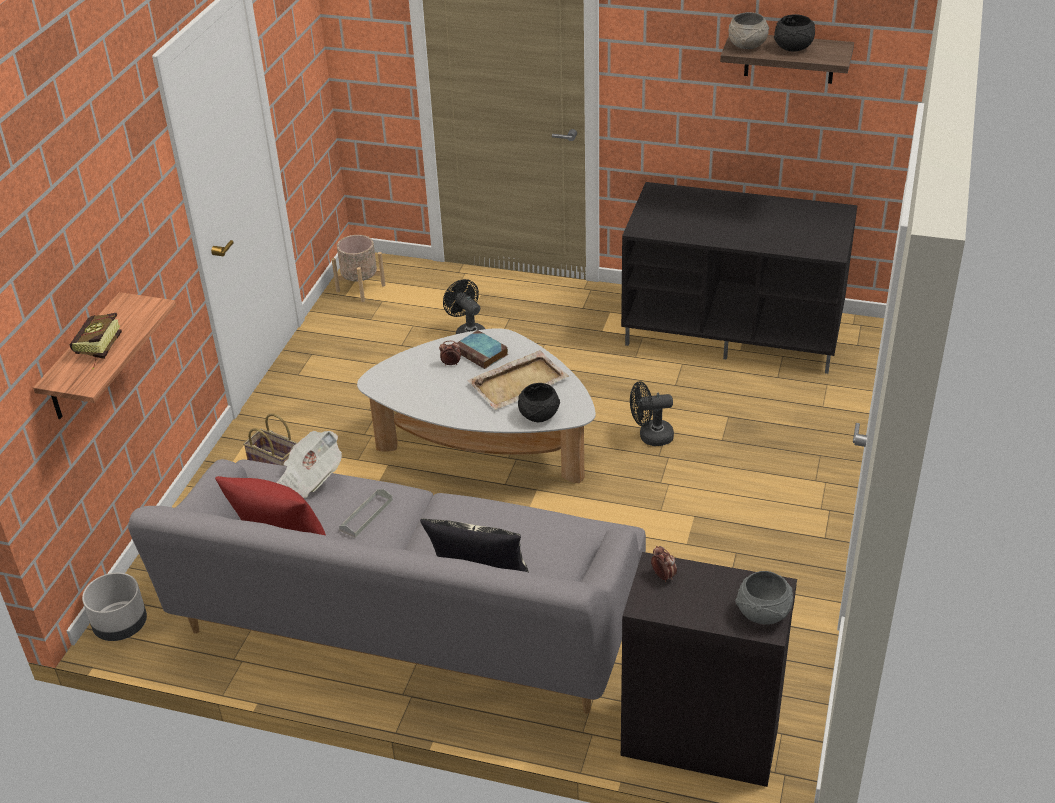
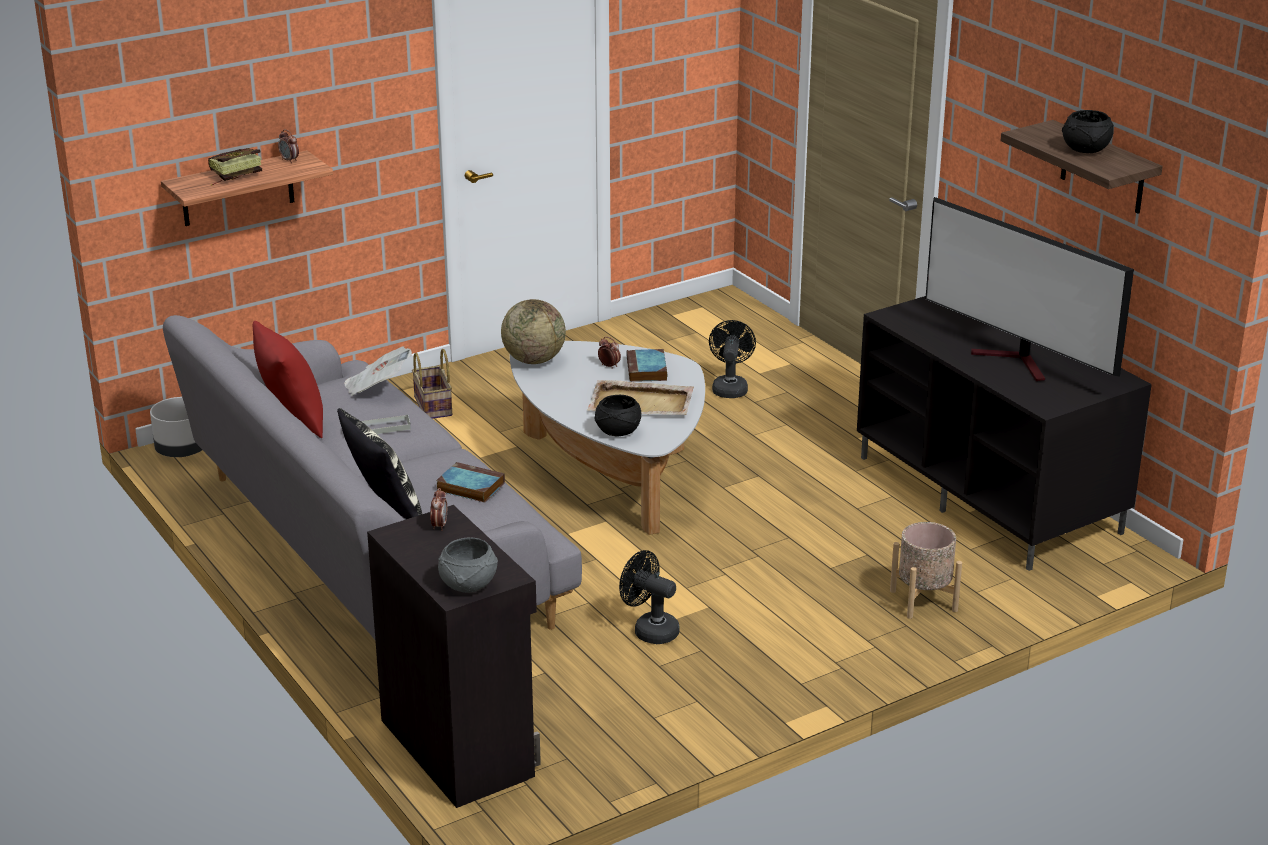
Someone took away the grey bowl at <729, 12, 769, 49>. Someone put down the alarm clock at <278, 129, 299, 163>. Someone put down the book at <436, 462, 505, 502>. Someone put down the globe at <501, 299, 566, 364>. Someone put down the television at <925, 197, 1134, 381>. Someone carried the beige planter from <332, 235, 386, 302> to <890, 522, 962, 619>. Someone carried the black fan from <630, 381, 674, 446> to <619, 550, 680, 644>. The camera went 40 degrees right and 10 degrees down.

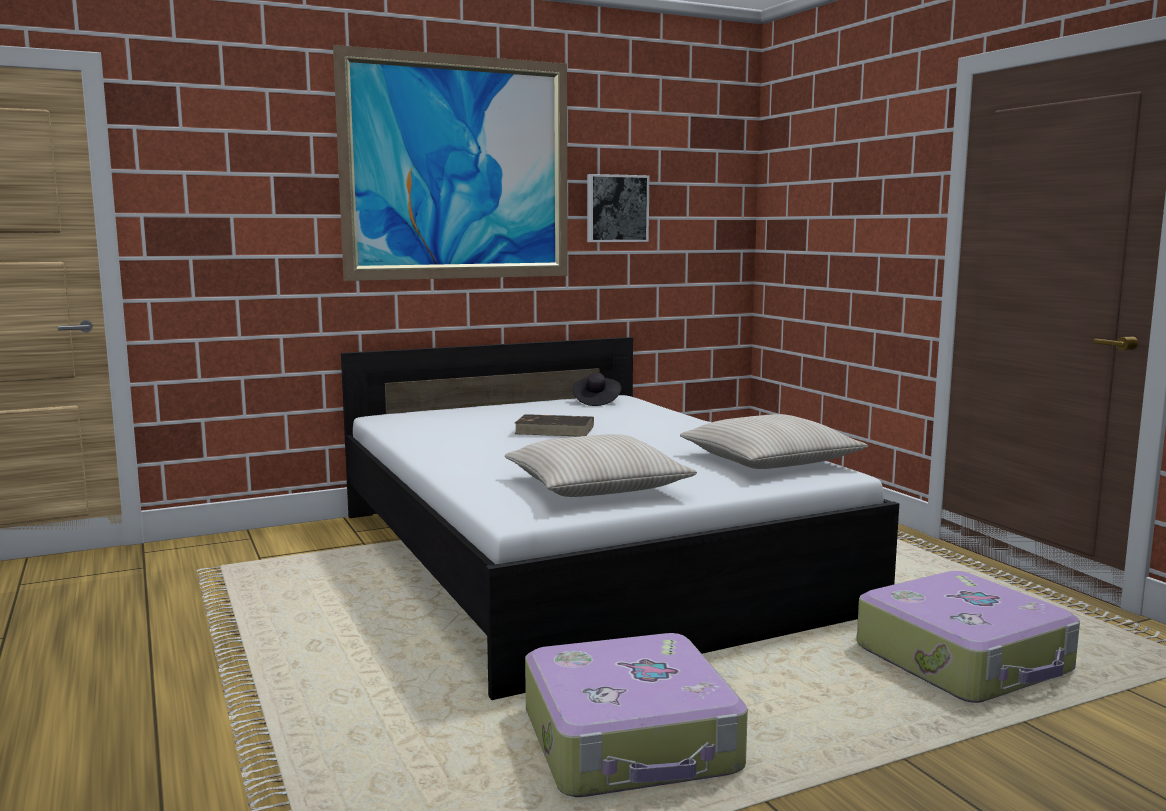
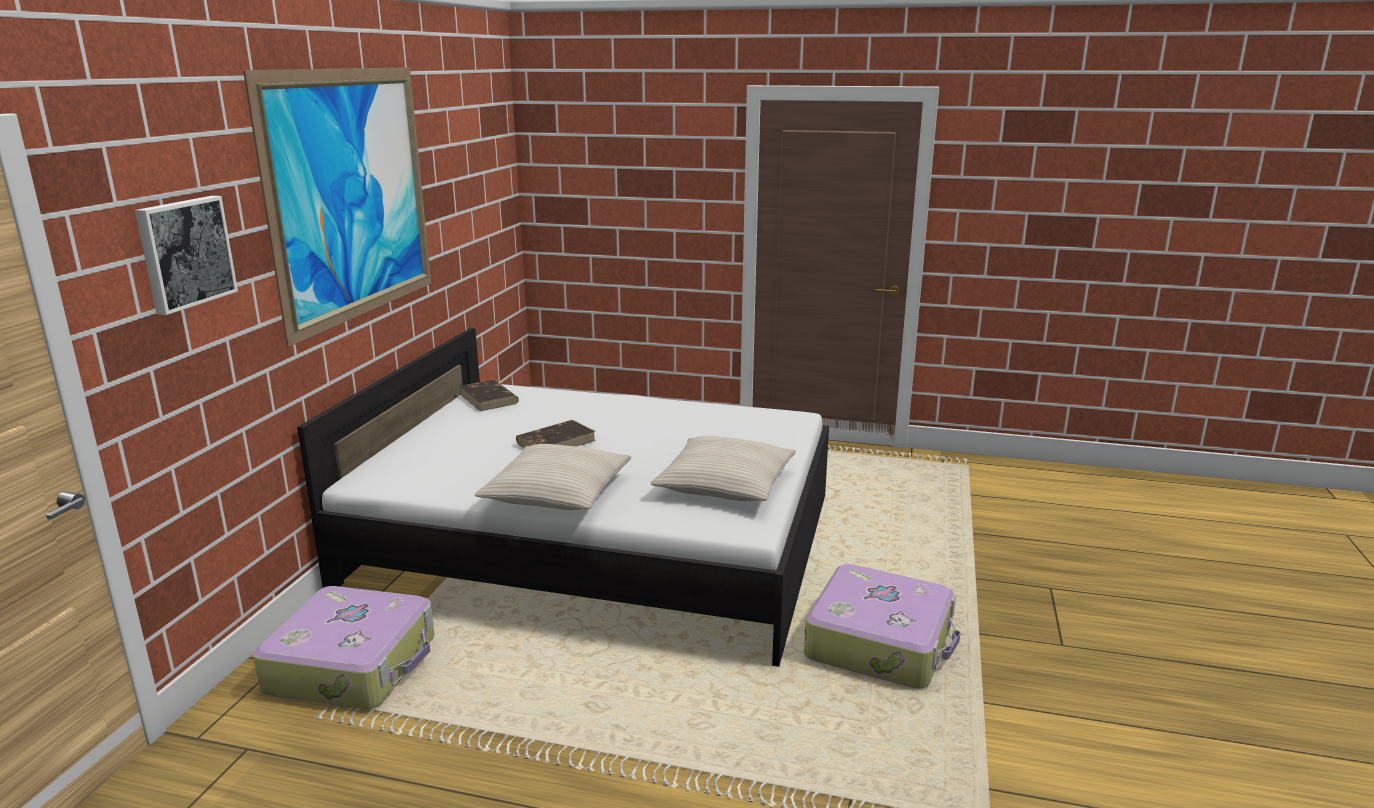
Someone carried the picture from <587, 174, 649, 242> to <135, 196, 238, 315>. Someone carried the beige pillow from <680, 414, 868, 469> to <475, 444, 631, 510>. Someone carried the suitcase from <857, 571, 1080, 703> to <253, 586, 434, 709>. Someone swapped the black hat at <572, 373, 621, 406> for the brown book at <460, 380, 519, 411>. The camera went 50 degrees left and 10 degrees up.

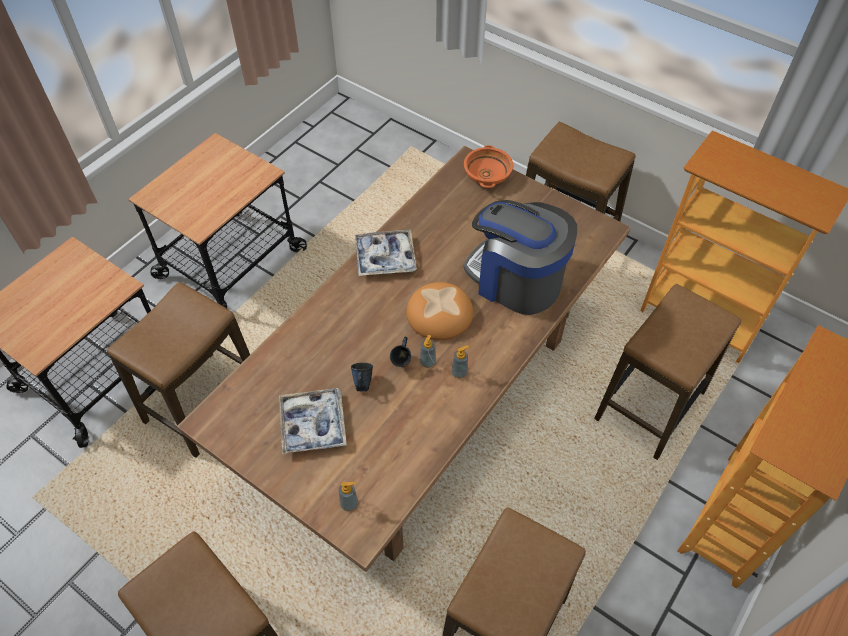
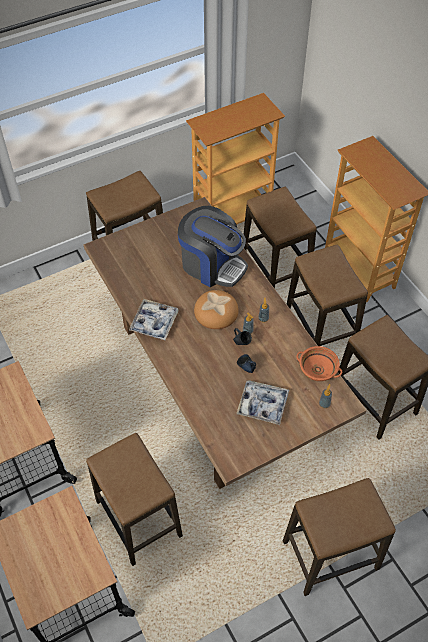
Someone put down the stool at <287, 244, 368, 346>. Someone carried the orange bowl from <464, 145, 513, 188> to <296, 346, 342, 381>. Someone rotated the coffee machine at <464, 200, 577, 315> by 120 degrees counterclockwise. The camera went 65 degrees left and 0 degrees up.

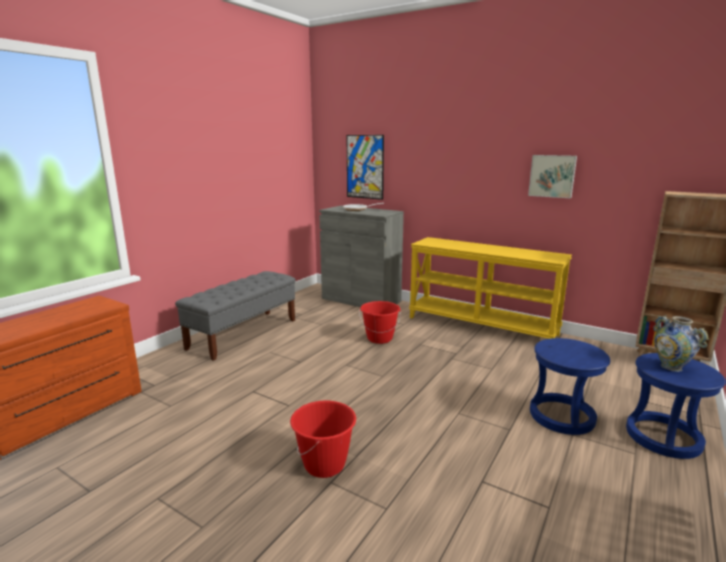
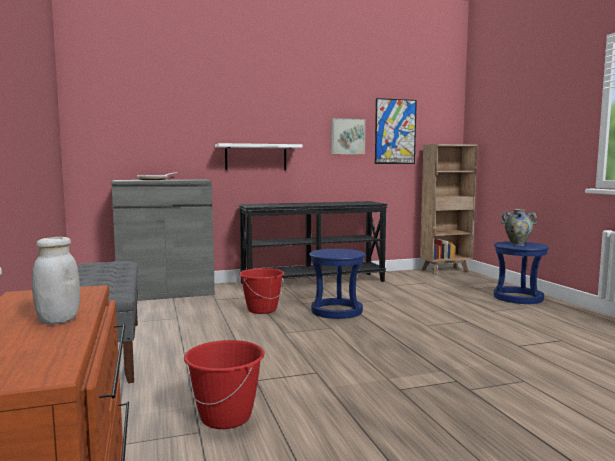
Someone put down the white jar at <32, 237, 80, 324>. Someone put up the white shelf at <215, 143, 302, 170>. Someone carried the red bucket from <290, 400, 356, 478> to <184, 340, 265, 429>. Someone carried the picture from <347, 135, 384, 200> to <375, 98, 417, 164>. Someone carried the blue stool from <530, 338, 610, 435> to <309, 249, 366, 319>. Someone repainted the yellow console table at <409, 237, 572, 339>, which became the black console table at <239, 201, 388, 284>. The camera went 50 degrees left and 10 degrees down.

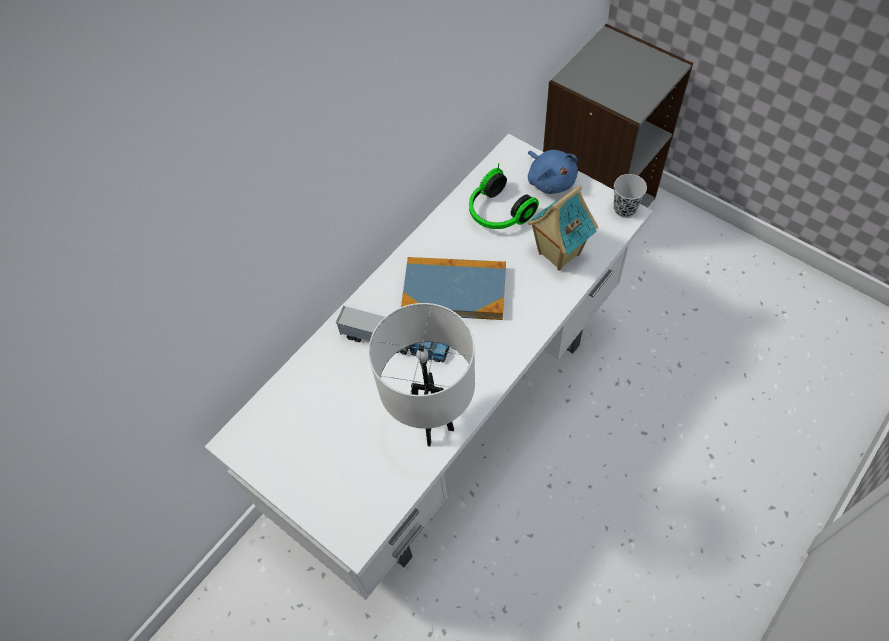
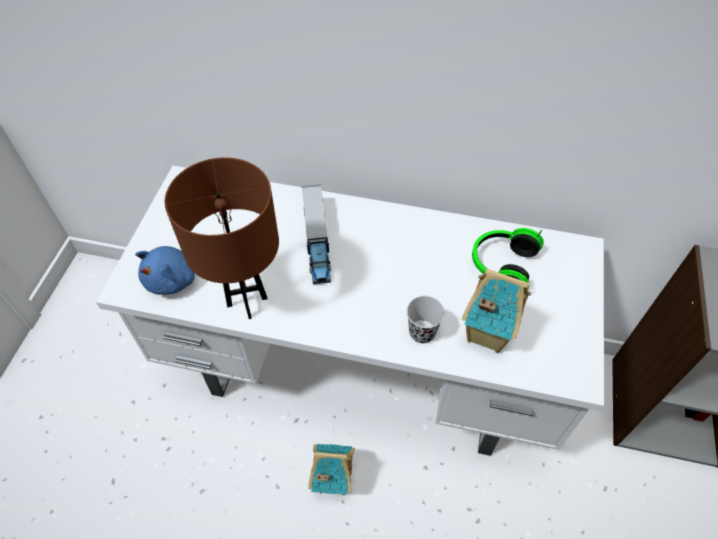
Someone took away the book at <401, 257, 506, 320>. Someone put down the toy house at <308, 444, 355, 495>. Someone carried the blue plush toy from <528, 150, 578, 194> to <135, 246, 195, 295>. Someone carried the black cup from <614, 174, 647, 218> to <407, 296, 445, 343>. Someone repainted the white table lamp at <368, 303, 475, 446>, which became the brown table lamp at <165, 157, 279, 319>. The camera went 60 degrees right and 5 degrees down.

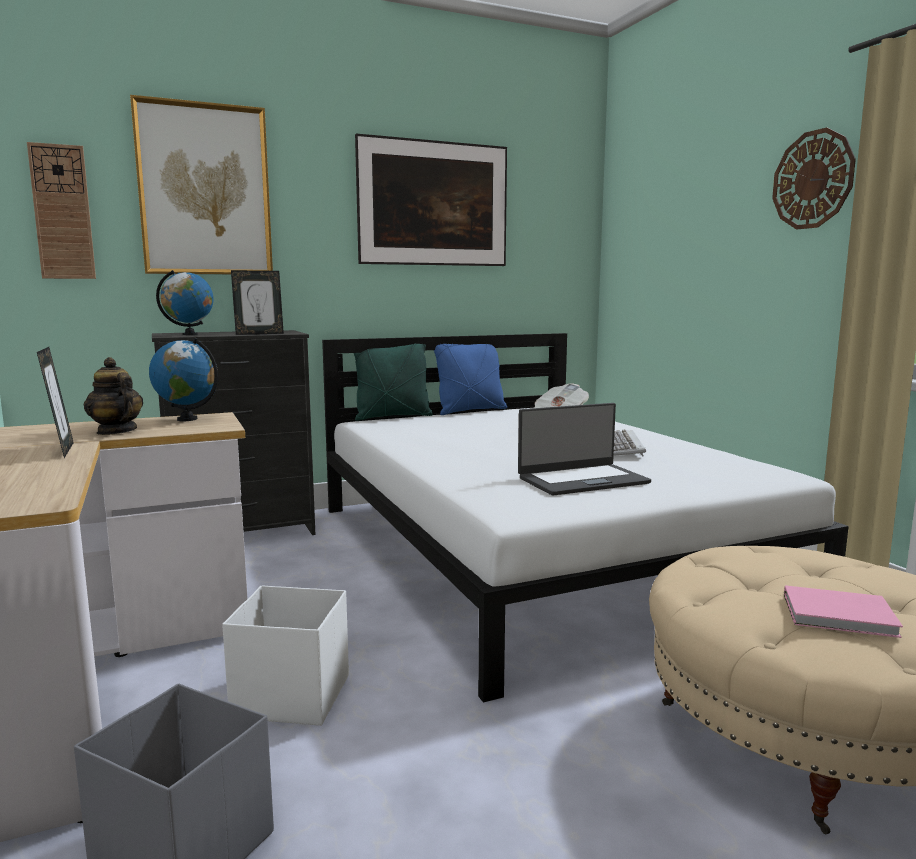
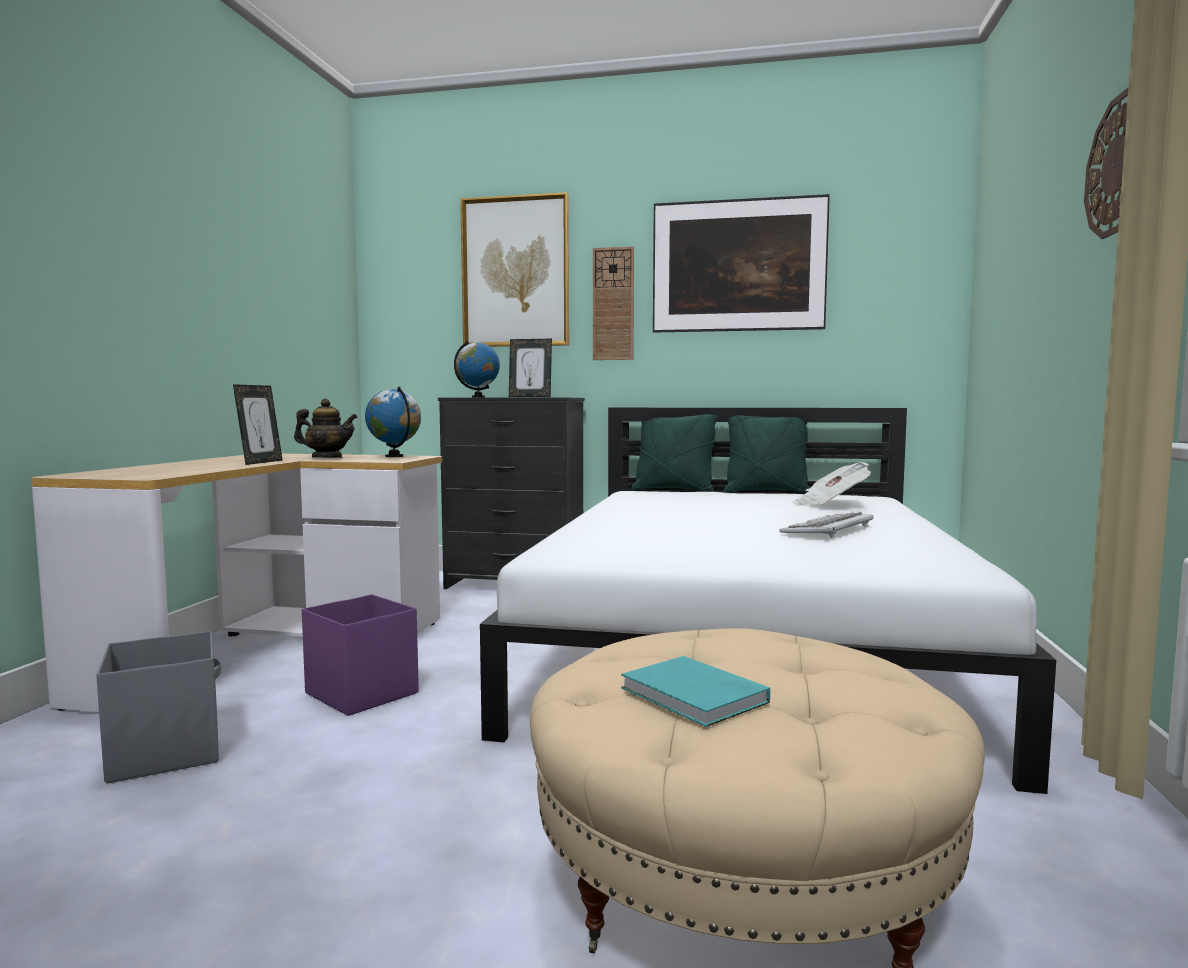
Someone took away the laptop at <518, 403, 651, 496>. Someone carried the wall clock from <27, 142, 96, 279> to <593, 246, 634, 360>. Someone repainted the white storage box at <222, 585, 349, 726>, which became the purple storage box at <302, 594, 419, 716>. Someone repainted the blue pillow at <434, 343, 507, 415>, which became the green pillow at <724, 415, 810, 493>. Someone repainted the pink book at <784, 585, 903, 638>, which became the turquoise book at <621, 656, 770, 727>. Someone rotated the teapot at <84, 357, 143, 435> by 105 degrees clockwise. The camera went 35 degrees right and 5 degrees down.

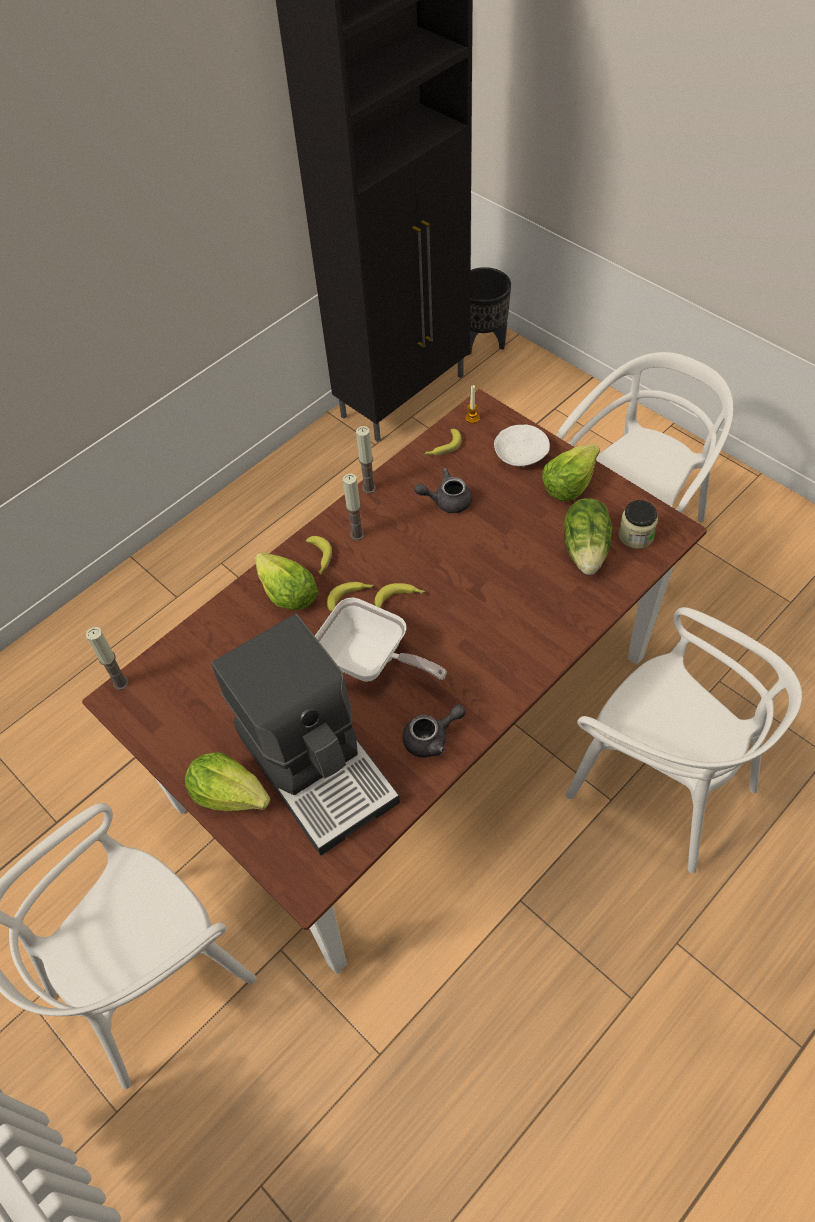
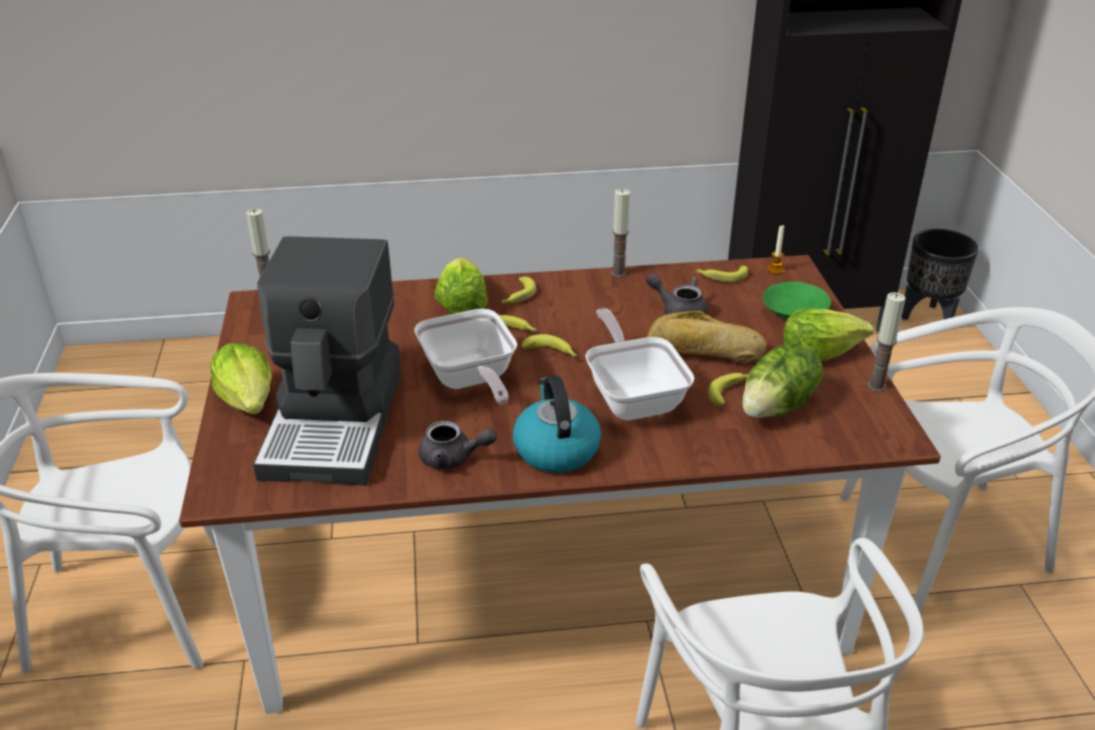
Someone took away the jar at <619, 500, 658, 549>. Someone put down the kettle at <513, 375, 601, 473>. Someone put down the frying pan at <585, 308, 695, 420>. Someone put down the bread at <647, 311, 767, 364>. Someone put down the banana at <708, 373, 749, 406>. Someone carried the candle from <343, 473, 364, 540> to <867, 292, 905, 392>. Someone repainted the white bowl at <494, 424, 550, 467>, which became the green bowl at <763, 282, 831, 320>. The camera went 35 degrees right and 20 degrees down.

